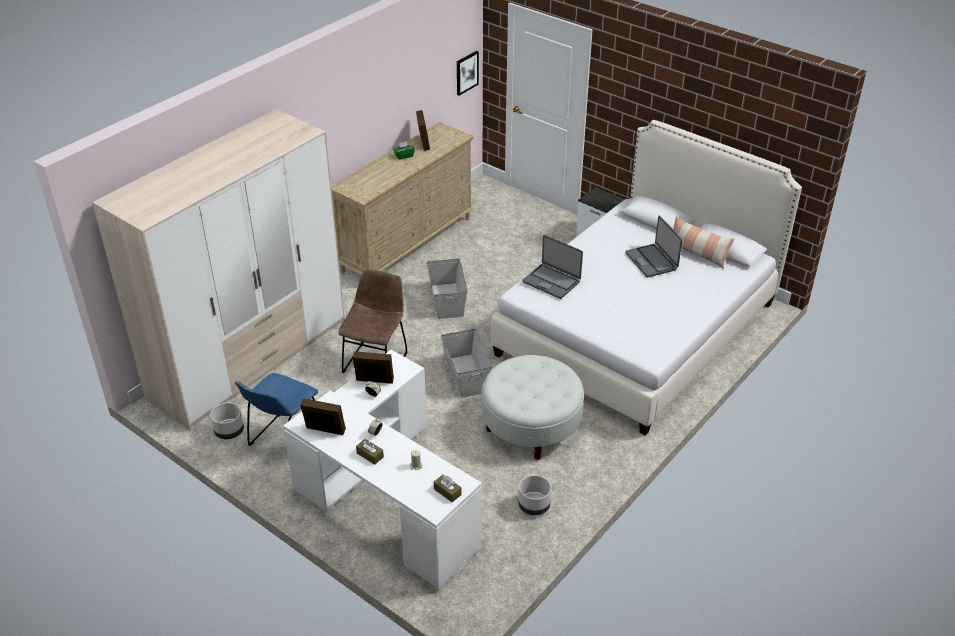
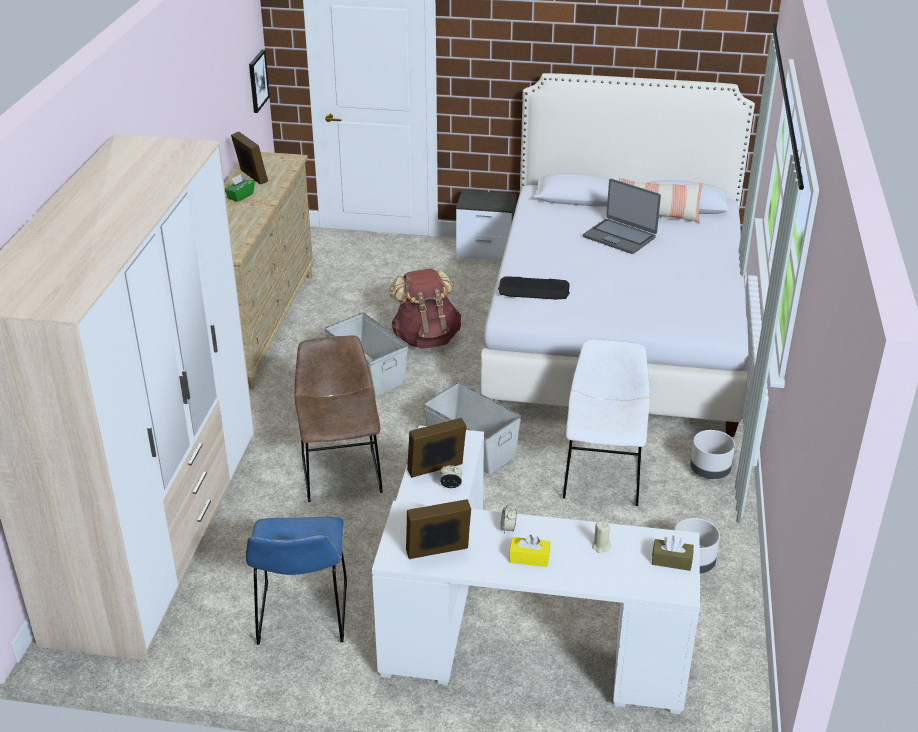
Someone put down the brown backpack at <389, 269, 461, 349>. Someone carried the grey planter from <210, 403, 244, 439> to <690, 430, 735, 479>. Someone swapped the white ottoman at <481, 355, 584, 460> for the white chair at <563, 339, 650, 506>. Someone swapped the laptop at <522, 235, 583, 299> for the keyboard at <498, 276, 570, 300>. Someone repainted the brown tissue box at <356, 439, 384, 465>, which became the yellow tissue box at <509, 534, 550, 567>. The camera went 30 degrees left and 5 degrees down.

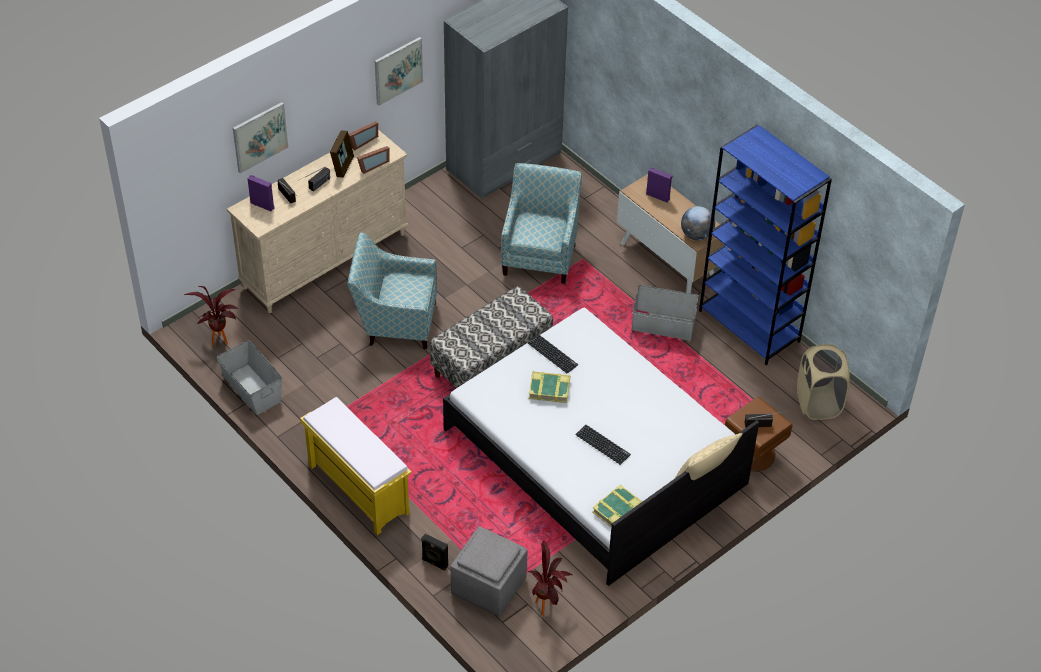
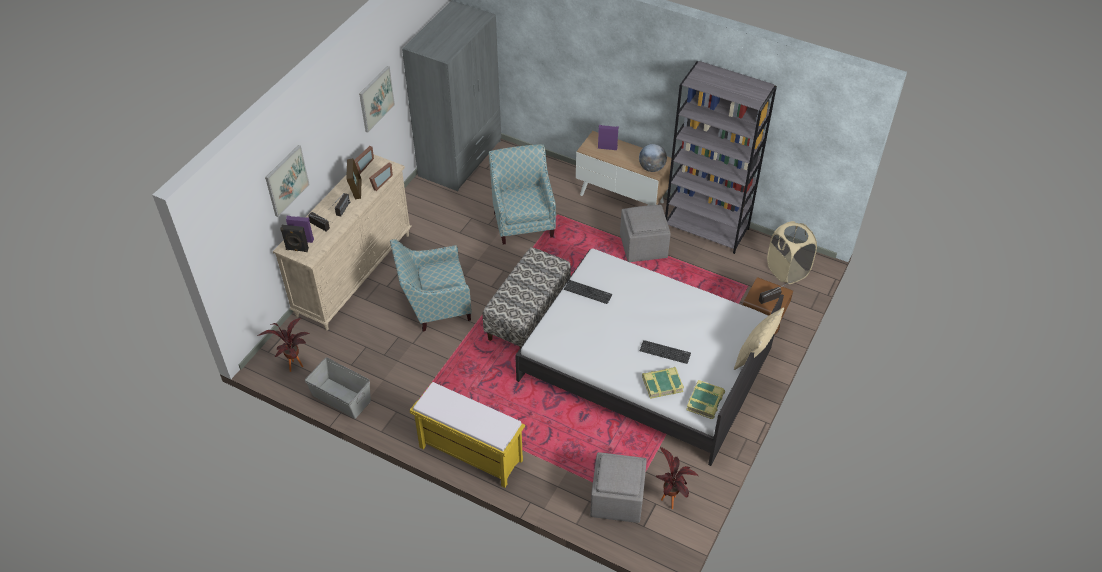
Someone carried the black speaker from <421, 534, 448, 570> to <280, 225, 309, 252>. Someone carried the book from <529, 371, 570, 403> to <642, 367, 684, 399>. Someone swapped the grey storage box at <632, 285, 699, 341> for the grey ottoman at <620, 205, 671, 262>. Someone repainted the blue bookcase at <699, 125, 832, 366>, which became the grey bookcase at <665, 61, 777, 254>. The camera went 20 degrees left and 0 degrees up.

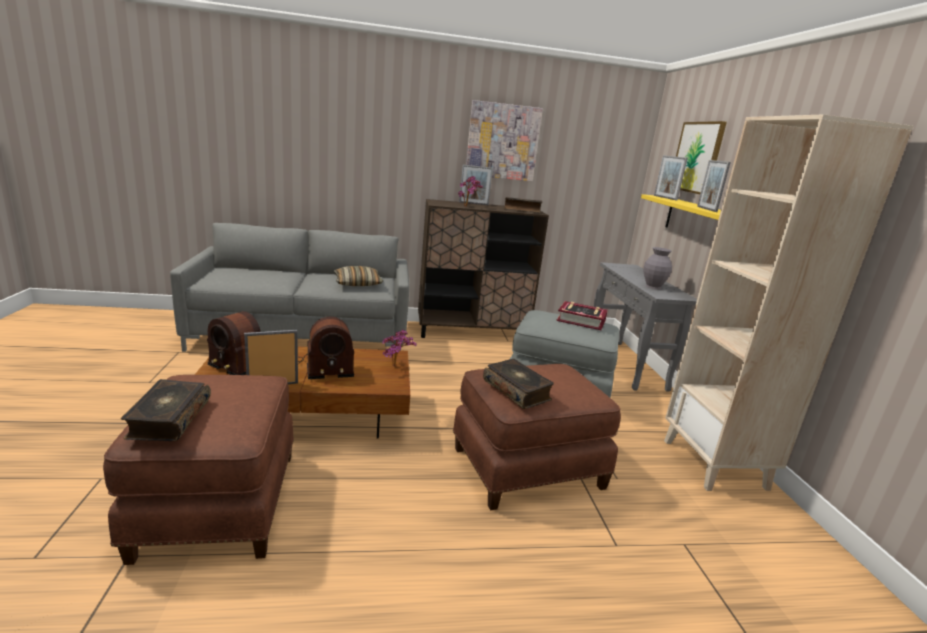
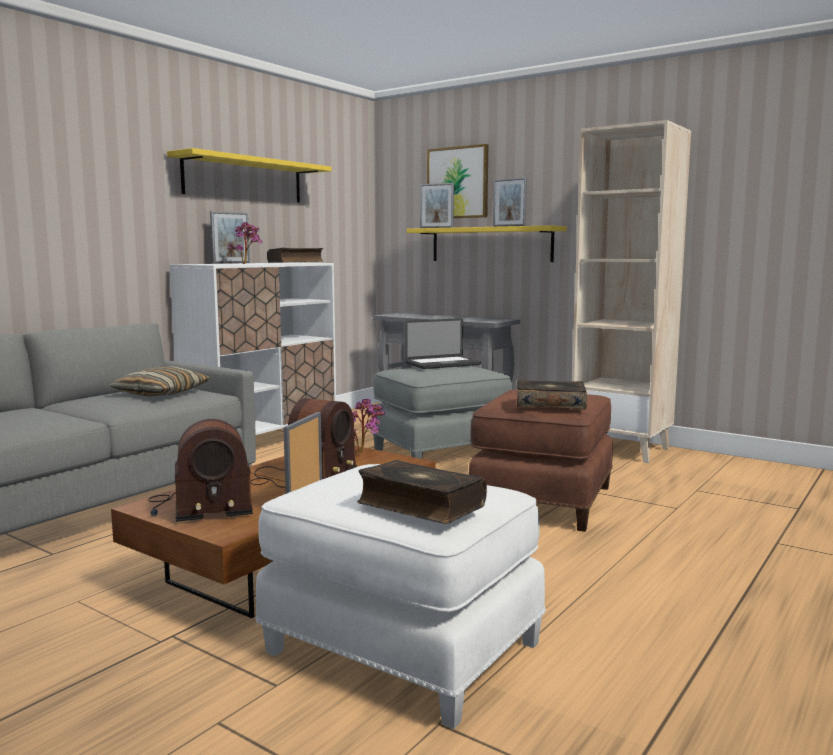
Someone took away the grey vase at <643, 247, 672, 290>. Someone swapped the picture at <466, 100, 543, 181> for the yellow shelf at <167, 148, 332, 203>. Someone swapped the book at <556, 301, 608, 330> for the laptop at <405, 318, 481, 369>. Someone repainted the brown ottoman at <103, 375, 294, 565>, which became the white ottoman at <256, 464, 546, 729>. Someone repainted the brown cabinet at <418, 199, 549, 338>, which became the white cabinet at <169, 262, 336, 435>. The camera went 45 degrees left and 10 degrees down.

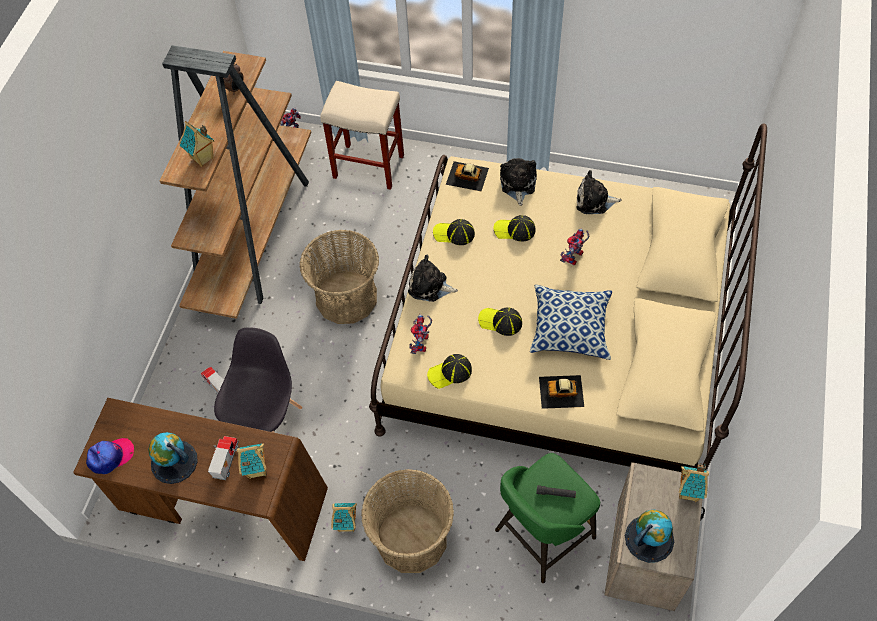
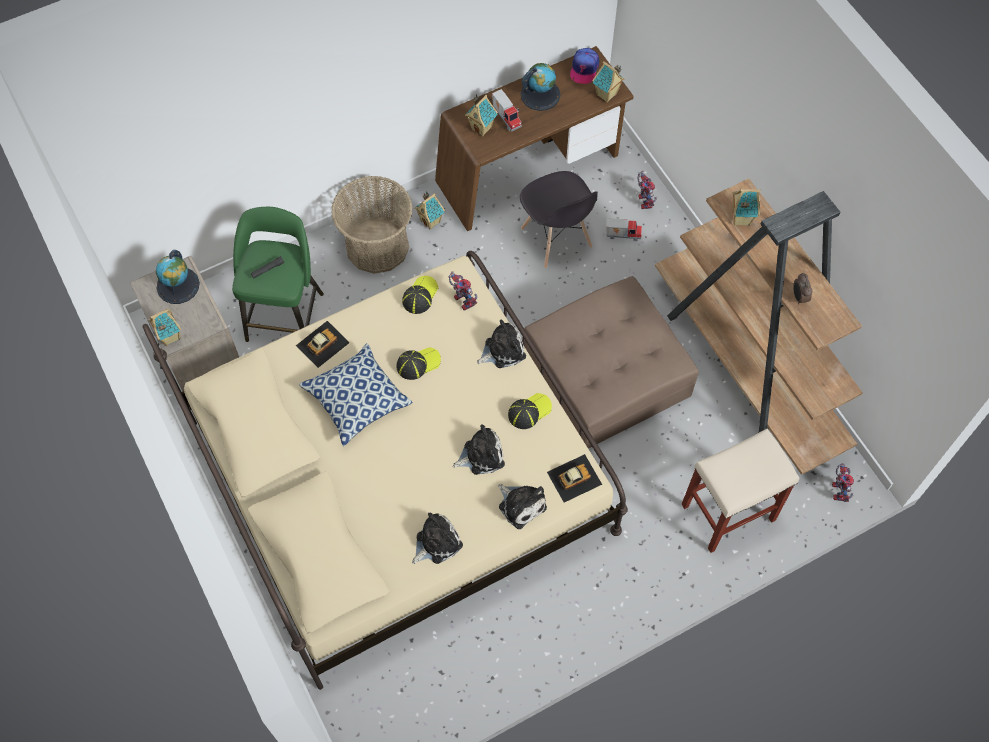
Someone put down the toy house at <592, 61, 625, 103>. Someone carried the toy robot from <560, 228, 589, 265> to <637, 171, 657, 209>. Someone swapped the basket at <299, 230, 379, 324> for the brown ottoman at <524, 276, 699, 449>. Someone swapped the cap at <494, 215, 536, 242> for the plush toy at <453, 425, 505, 475>. The camera went 135 degrees right and 5 degrees up.

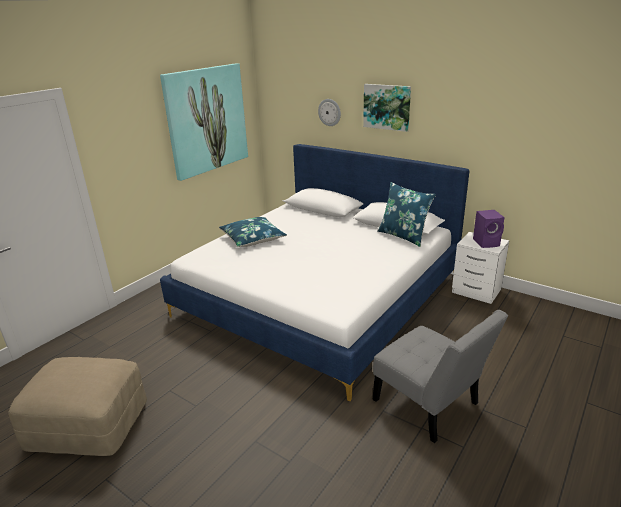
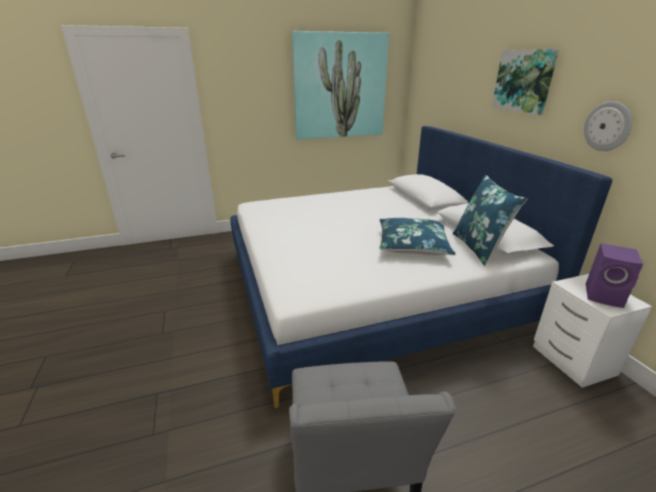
Someone took away the beige ottoman at <8, 357, 147, 456>. Someone carried the blue pillow from <219, 217, 287, 247> to <379, 218, 456, 255>. Someone carried the wall clock from <318, 99, 341, 126> to <584, 101, 632, 151>. The camera went 35 degrees right and 0 degrees up.

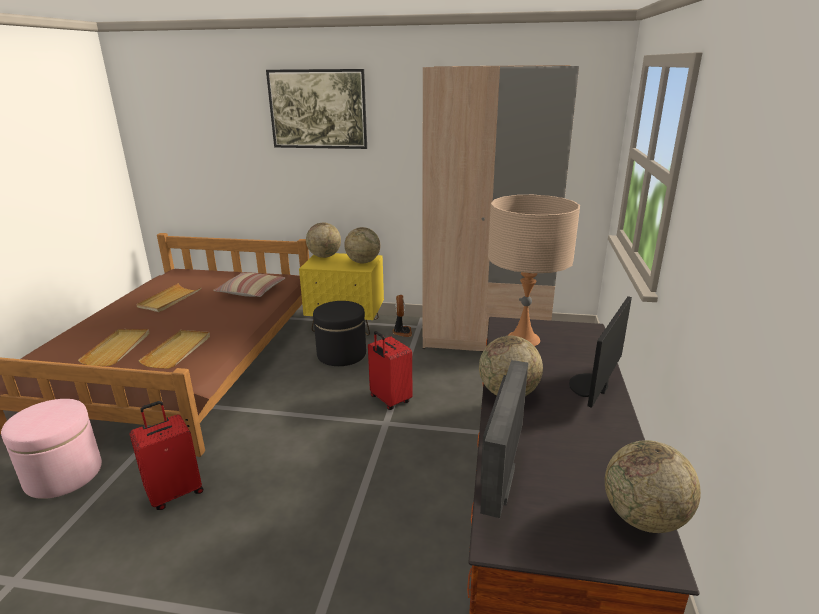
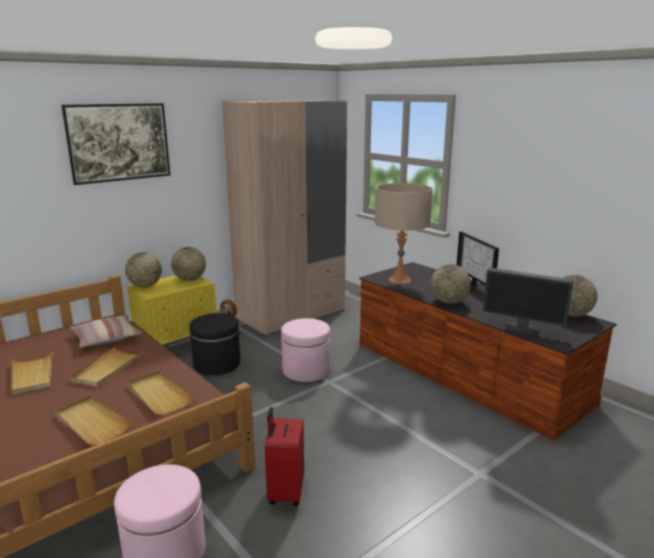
Someone put down the beige tray at <70, 346, 144, 387>. Someone swapped the red suitcase at <368, 331, 412, 410> for the pink ottoman at <281, 318, 330, 382>. Someone rotated the monitor at <480, 360, 528, 518> by 150 degrees clockwise. The camera went 50 degrees left and 5 degrees down.

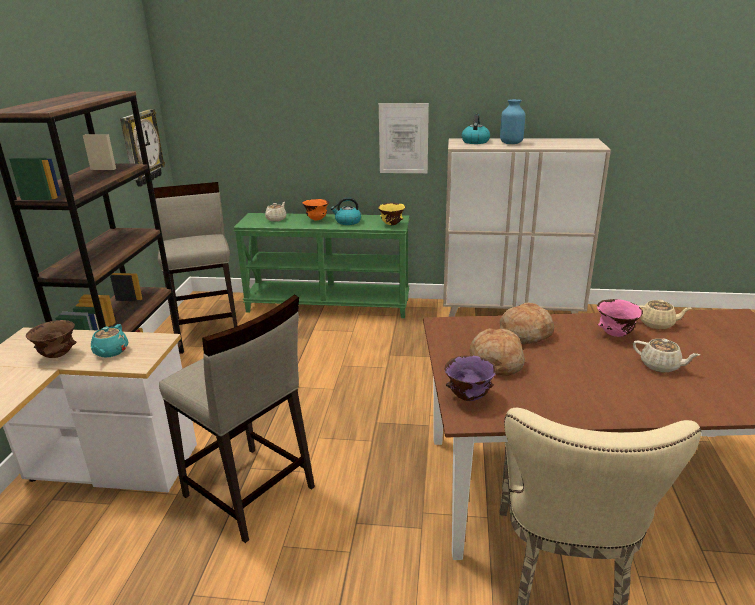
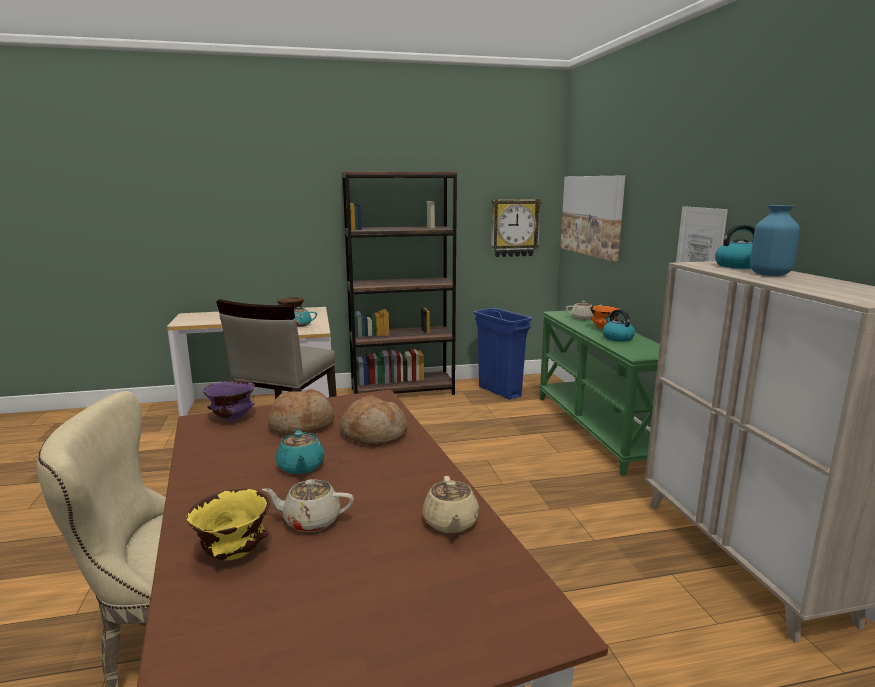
Someone took away the pink bowl at <597, 299, 643, 337>. Someone put down the turquoise teapot at <276, 430, 325, 474>. Someone put up the picture at <560, 176, 625, 262>. Someone carried the yellow bowl from <378, 203, 405, 225> to <187, 489, 270, 560>. Someone swapped the beige stool at <153, 182, 237, 334> for the blue trash can at <474, 308, 532, 400>. Someone rotated the beige teapot at <633, 339, 700, 373> by 75 degrees clockwise. The camera went 70 degrees right and 10 degrees down.

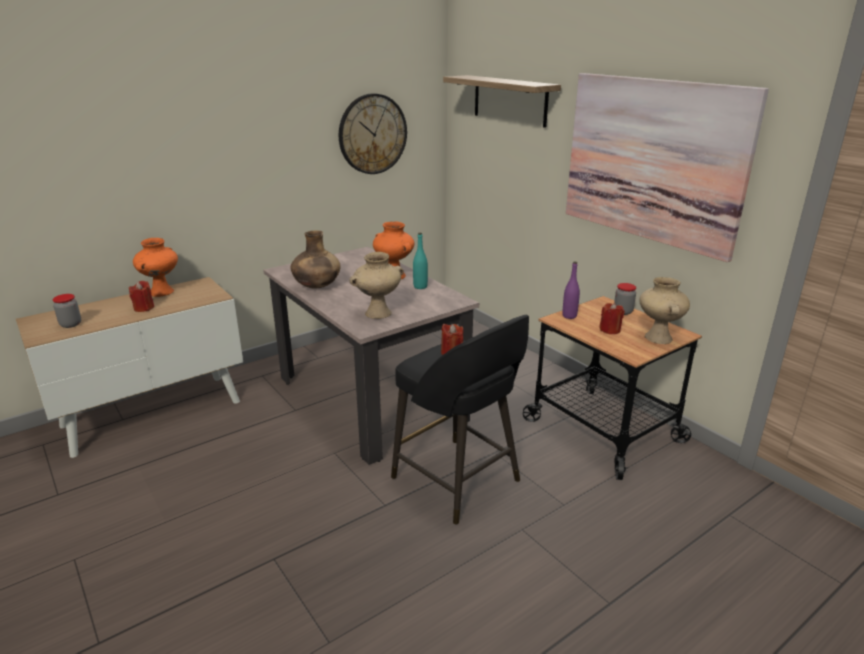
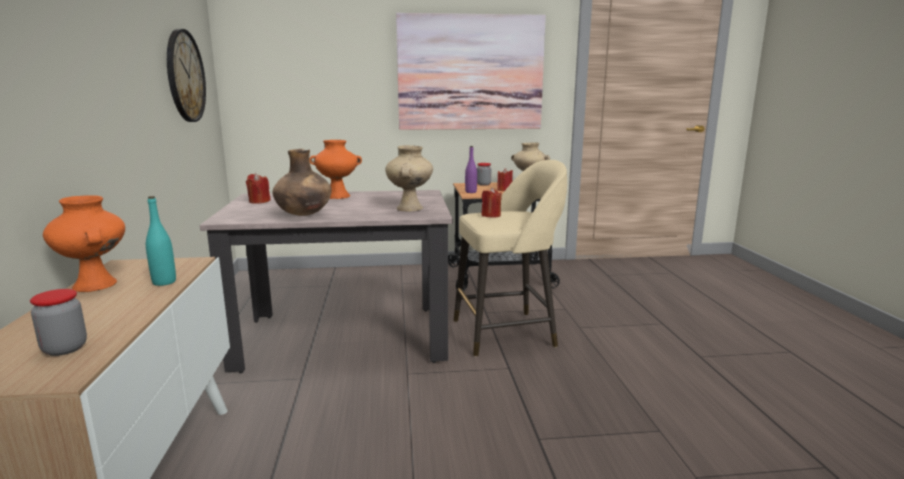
Someone took away the shelf at <443, 75, 561, 128>. Someone carried the red candle from <129, 281, 154, 312> to <246, 173, 271, 204>. Someone carried the turquoise bottle from <413, 233, 428, 289> to <146, 196, 176, 286>. Someone repainted the black stool at <391, 315, 529, 525>, which became the beige stool at <454, 160, 567, 356>. The camera went 60 degrees left and 10 degrees down.

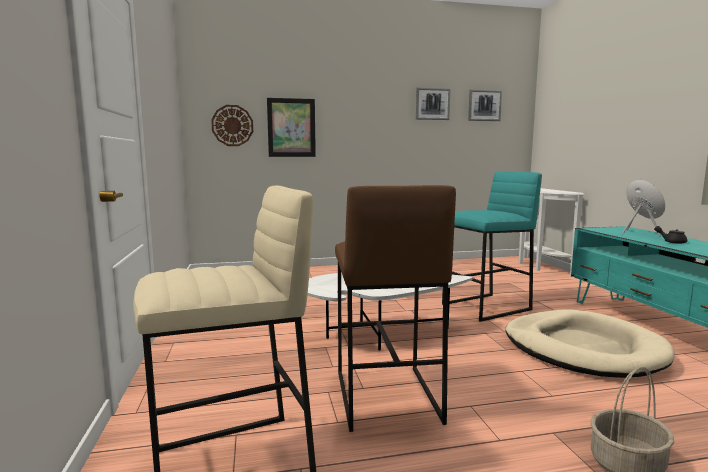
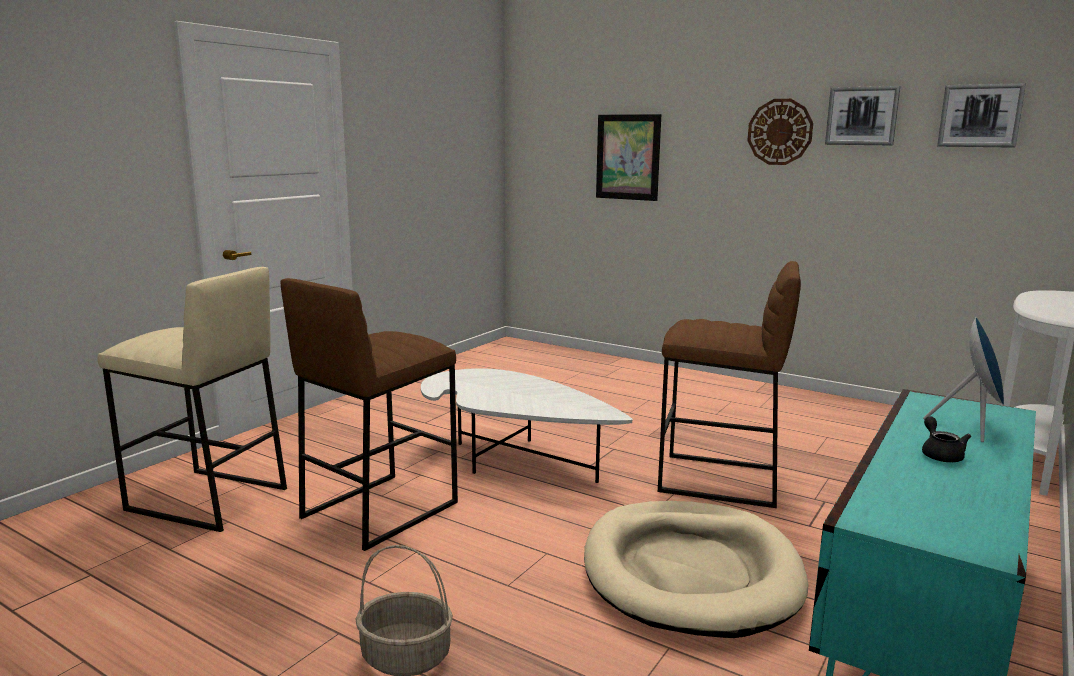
Someone carried the wall clock from <211, 105, 253, 146> to <747, 99, 813, 165>. Someone repainted the turquoise stool at <442, 171, 542, 322>, which became the brown stool at <658, 261, 801, 508>. The camera went 45 degrees right and 5 degrees up.

